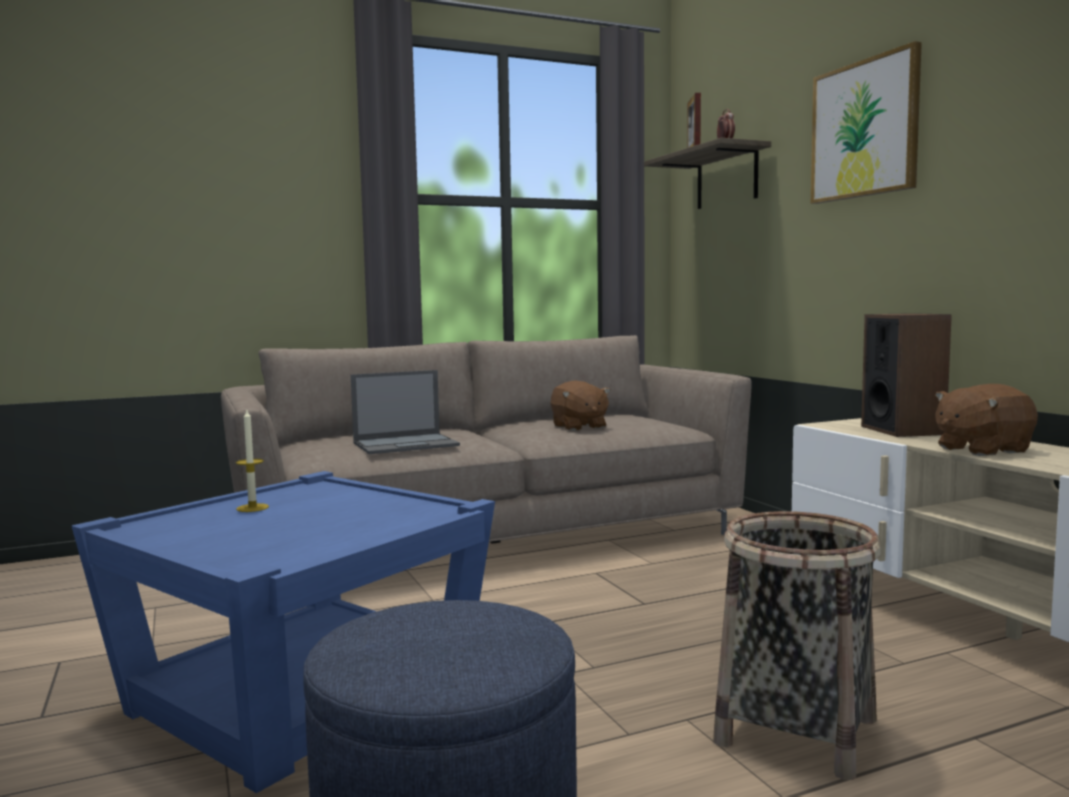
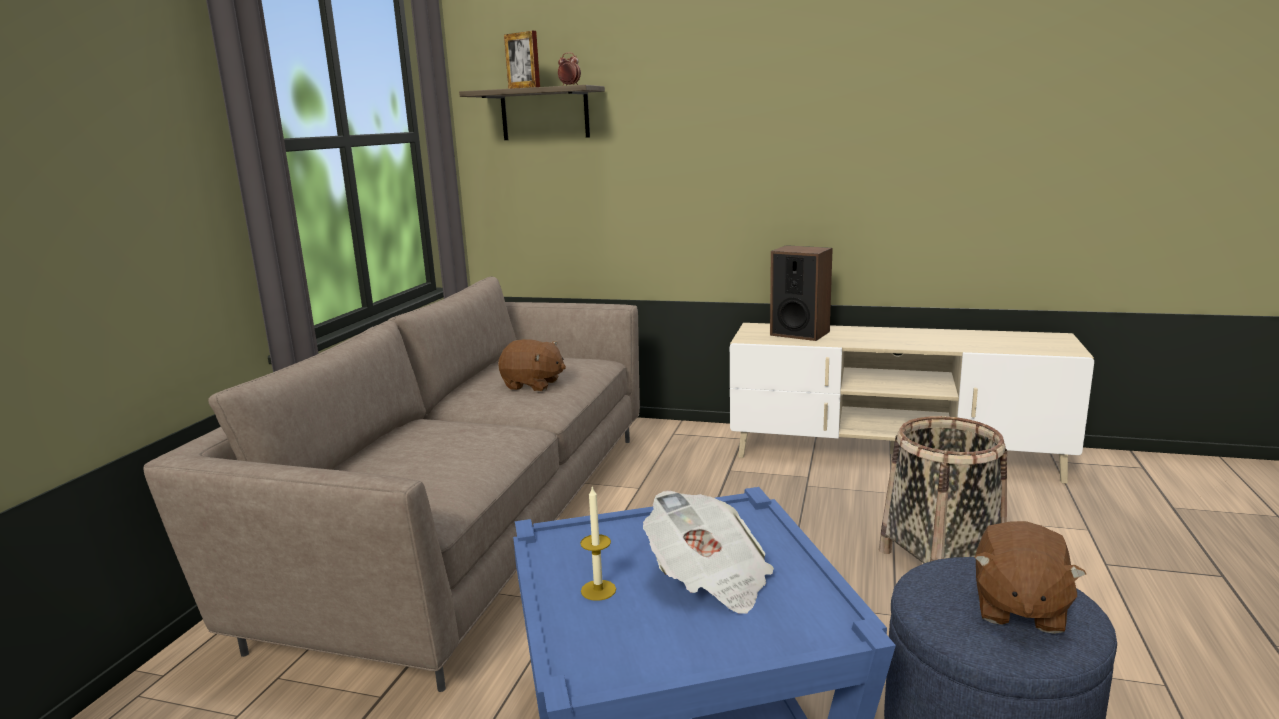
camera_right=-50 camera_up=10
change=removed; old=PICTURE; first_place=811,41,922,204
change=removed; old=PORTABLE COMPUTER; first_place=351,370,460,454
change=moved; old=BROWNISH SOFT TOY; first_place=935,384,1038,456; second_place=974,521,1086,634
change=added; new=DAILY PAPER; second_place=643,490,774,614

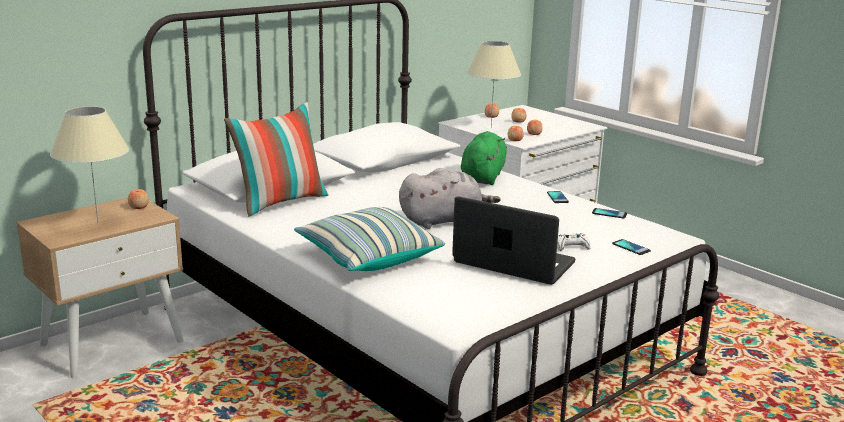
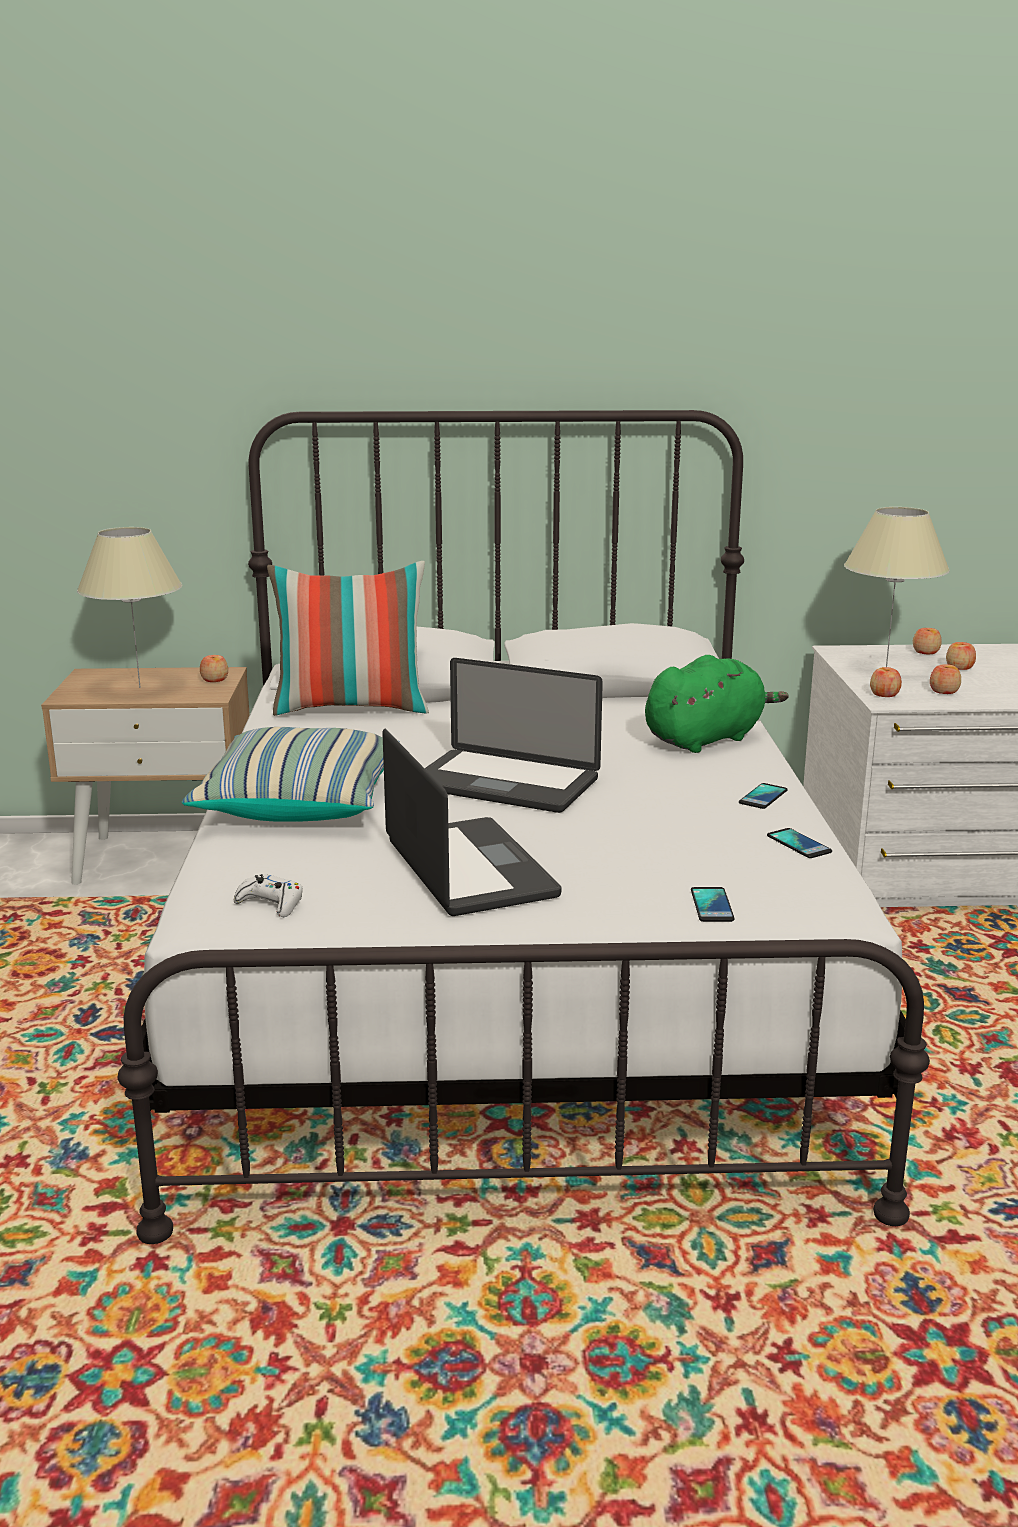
camera_right=40 camera_up=0
change=replaced; old=GREY SOFT TOY; new=PORTABLE COMPUTER; first_place=399,168,501,229; second_place=425,658,603,813
change=moved; old=WHITE JOYPAD; first_place=557,233,591,251; second_place=234,874,303,917

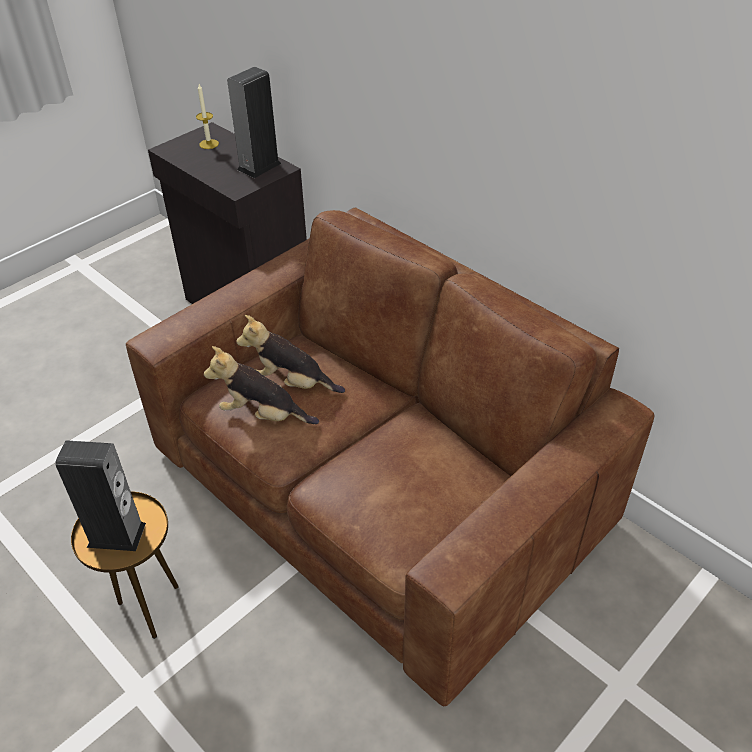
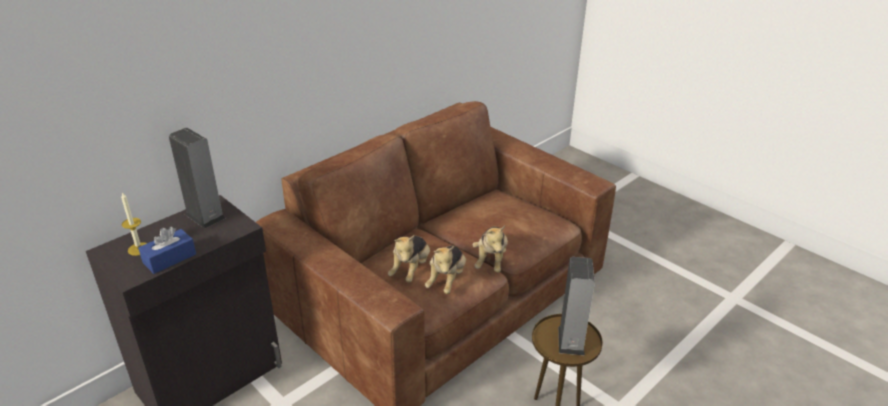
camera_right=-90 camera_up=-10
change=added; new=SOFT TOY; second_place=473,225,508,273
change=added; new=BLUE-COLOURED TISSUE BOX; second_place=138,227,196,274

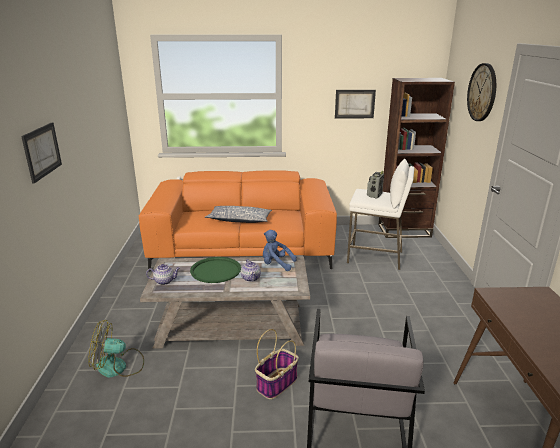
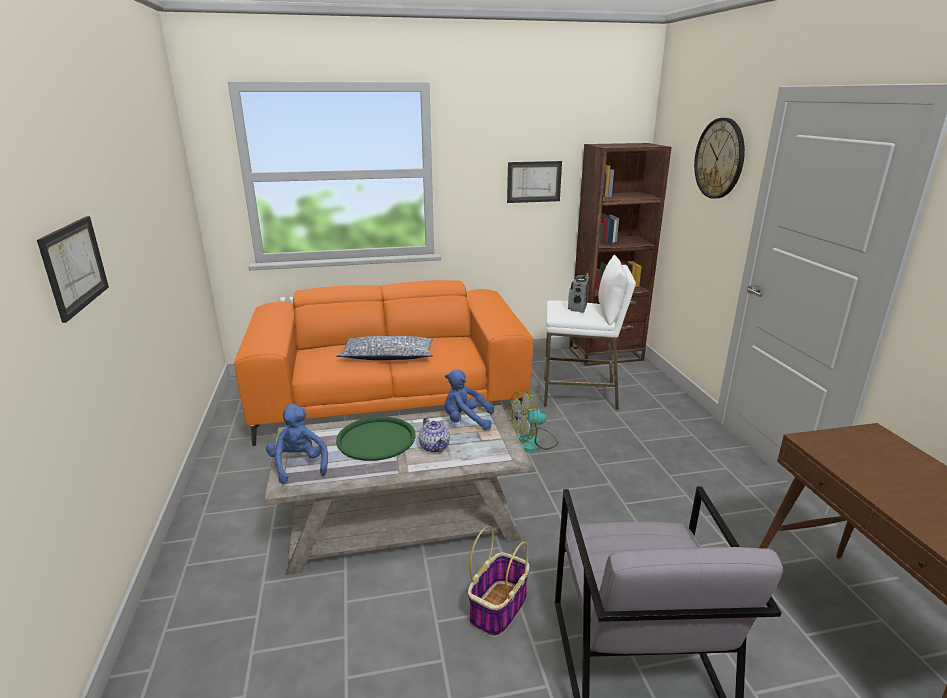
camera_right=-10 camera_up=0
change=replaced; old=POT FOR TEA; new=BLUE-COLOURED SOFT TOY; first_place=146,264,180,285; second_place=266,404,328,484
change=moved; old=COOLING FAN; first_place=88,320,144,378; second_place=508,389,558,452

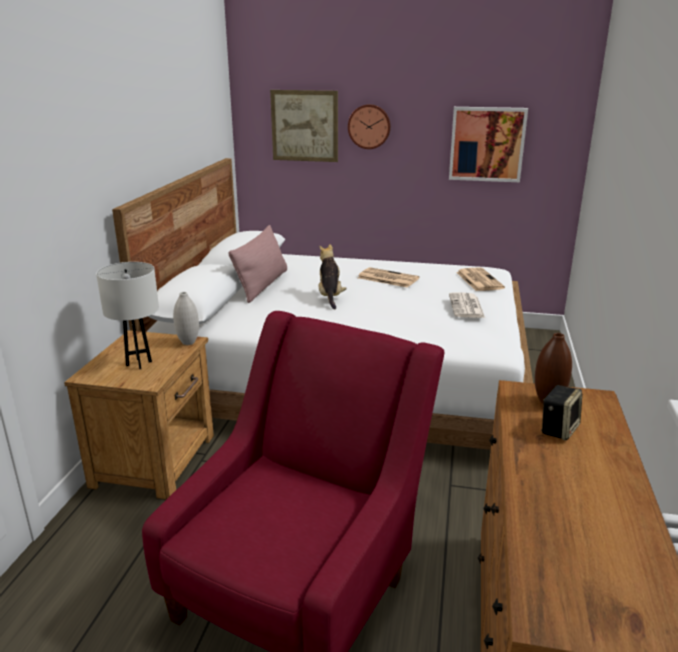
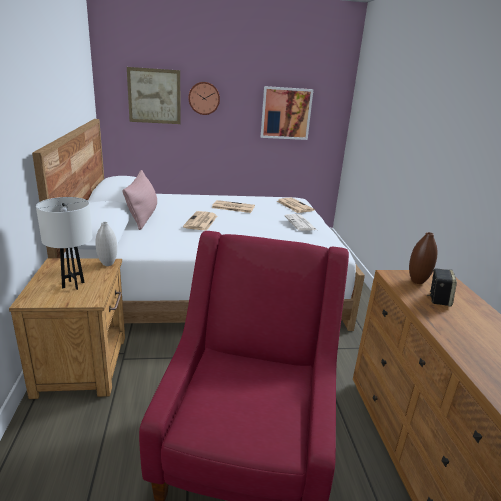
camera_right=-20 camera_up=0
change=replaced; old=SOFT TOY; new=DAILY PAPER; first_place=319,244,347,309; second_place=183,211,217,231

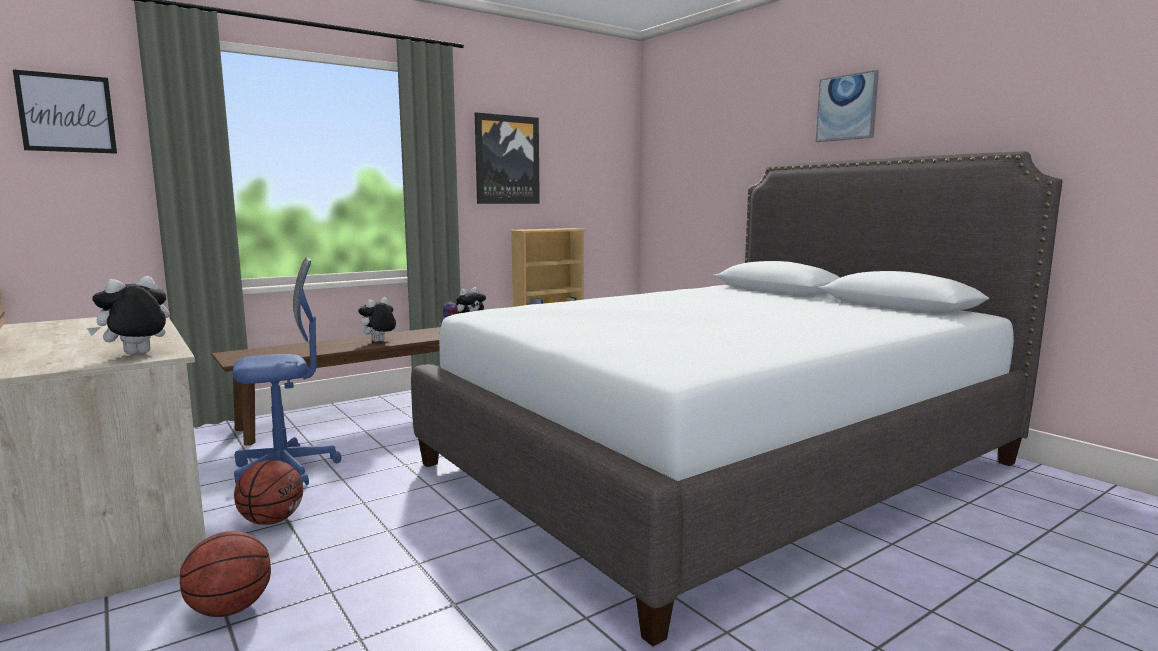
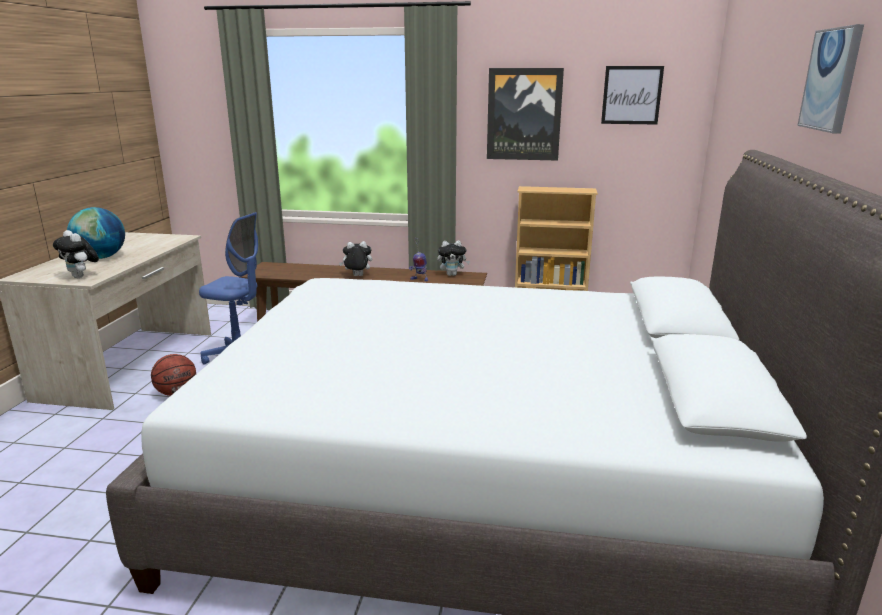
camera_right=45 camera_up=10
change=moved; old=PICTURE; first_place=13,69,117,154; second_place=601,66,664,124
change=turned; old=SOFT TOY; first_place=87,276,170,355; second_place=53,230,99,278; degrees=-135
change=removed; old=BALL FOR BASKETBALL; first_place=180,531,271,617
change=added; new=DESK GLOBE; second_place=67,207,125,259

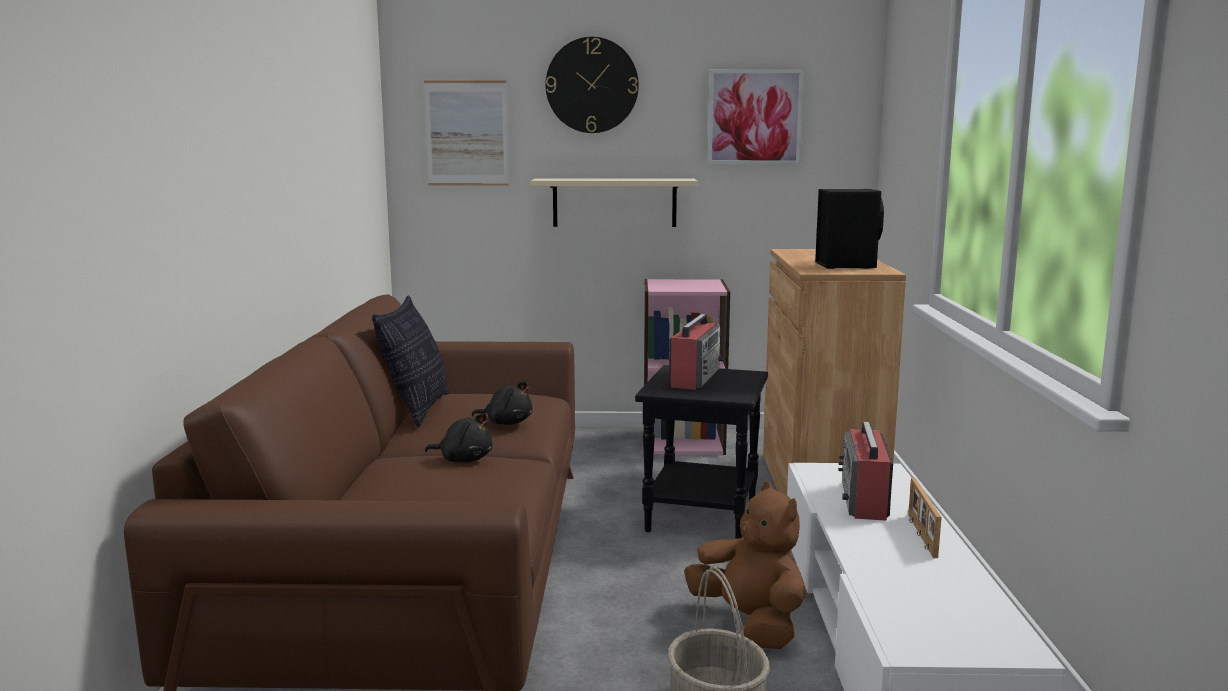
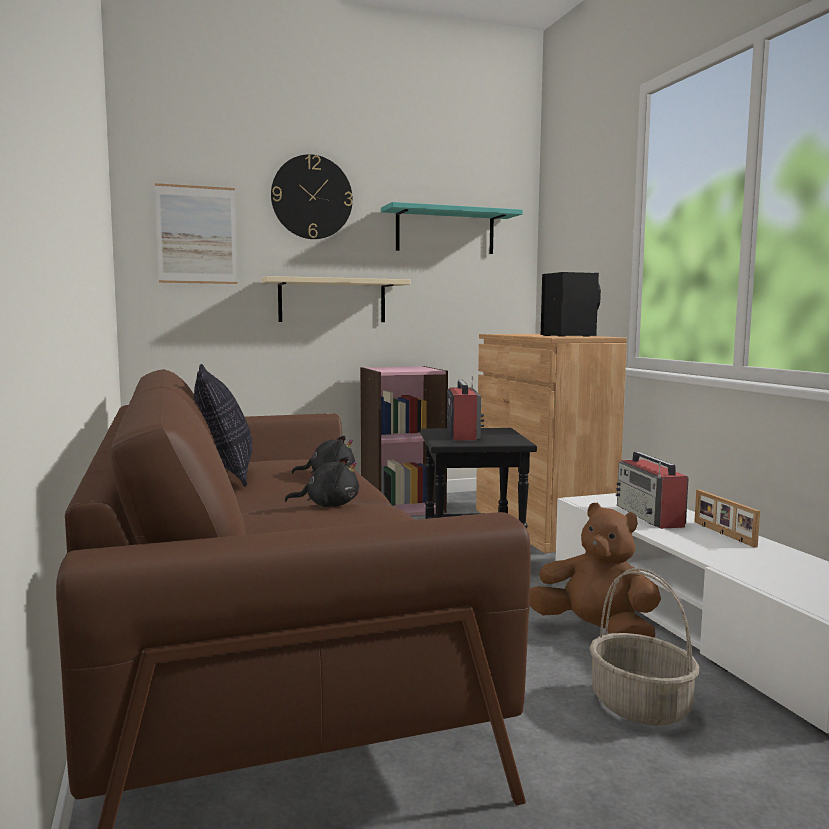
camera_right=-20 camera_up=-5
change=replaced; old=PICTURE; new=TURQUOISE WALL SHELF; first_place=707,69,804,165; second_place=381,202,523,254

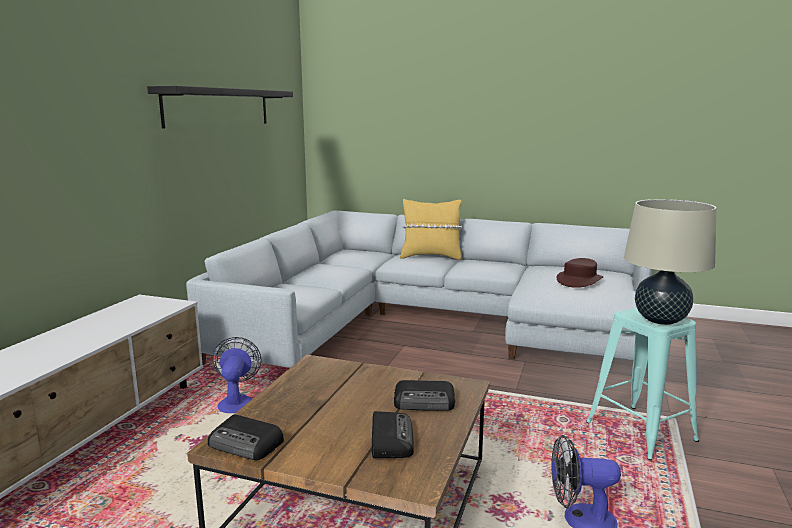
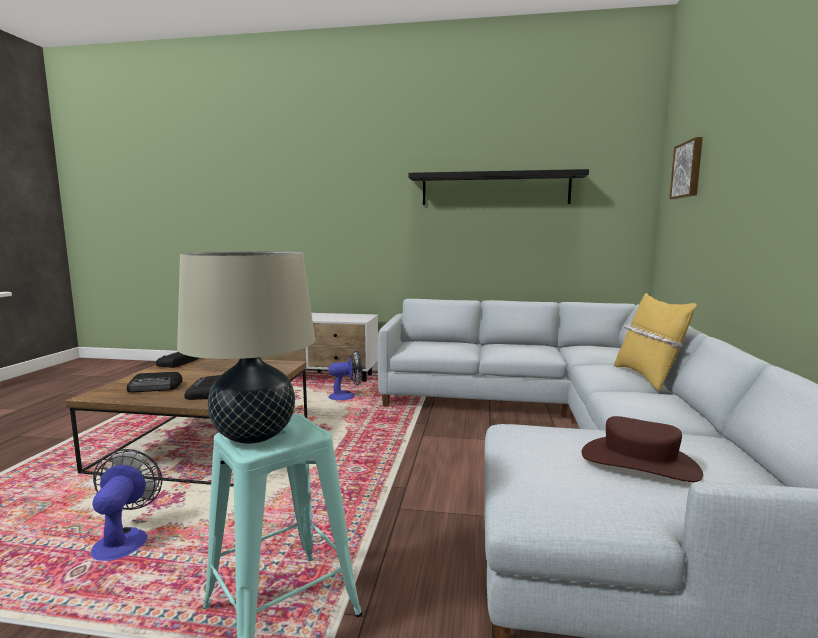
camera_right=80 camera_up=-5
change=added; new=PICTURE; second_place=669,137,703,199

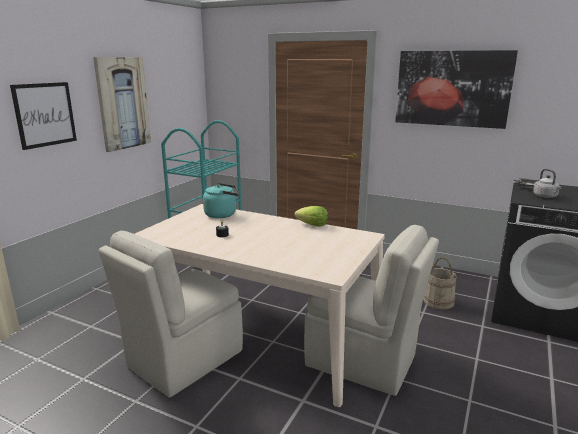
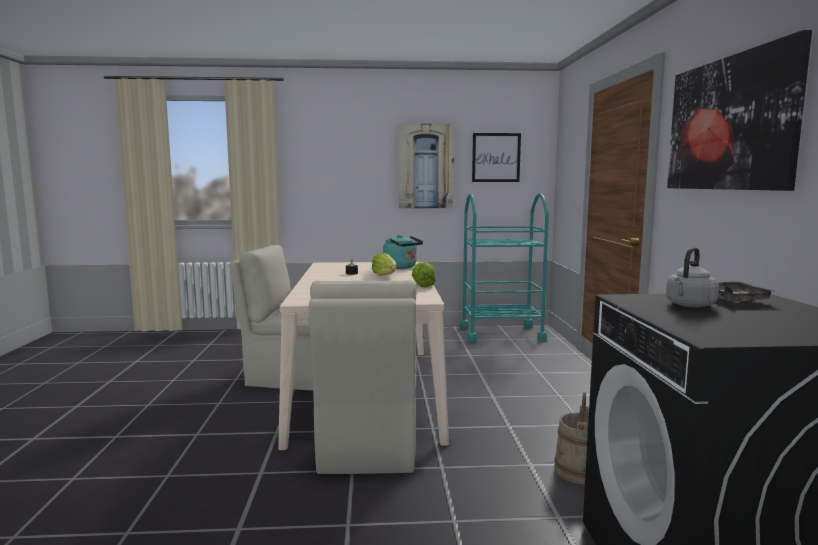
camera_right=60 camera_up=-10
change=moved; old=PICTURE; first_place=10,82,77,150; second_place=472,133,521,182
change=added; new=HEAD OF LETTUCE; second_place=372,253,397,276

